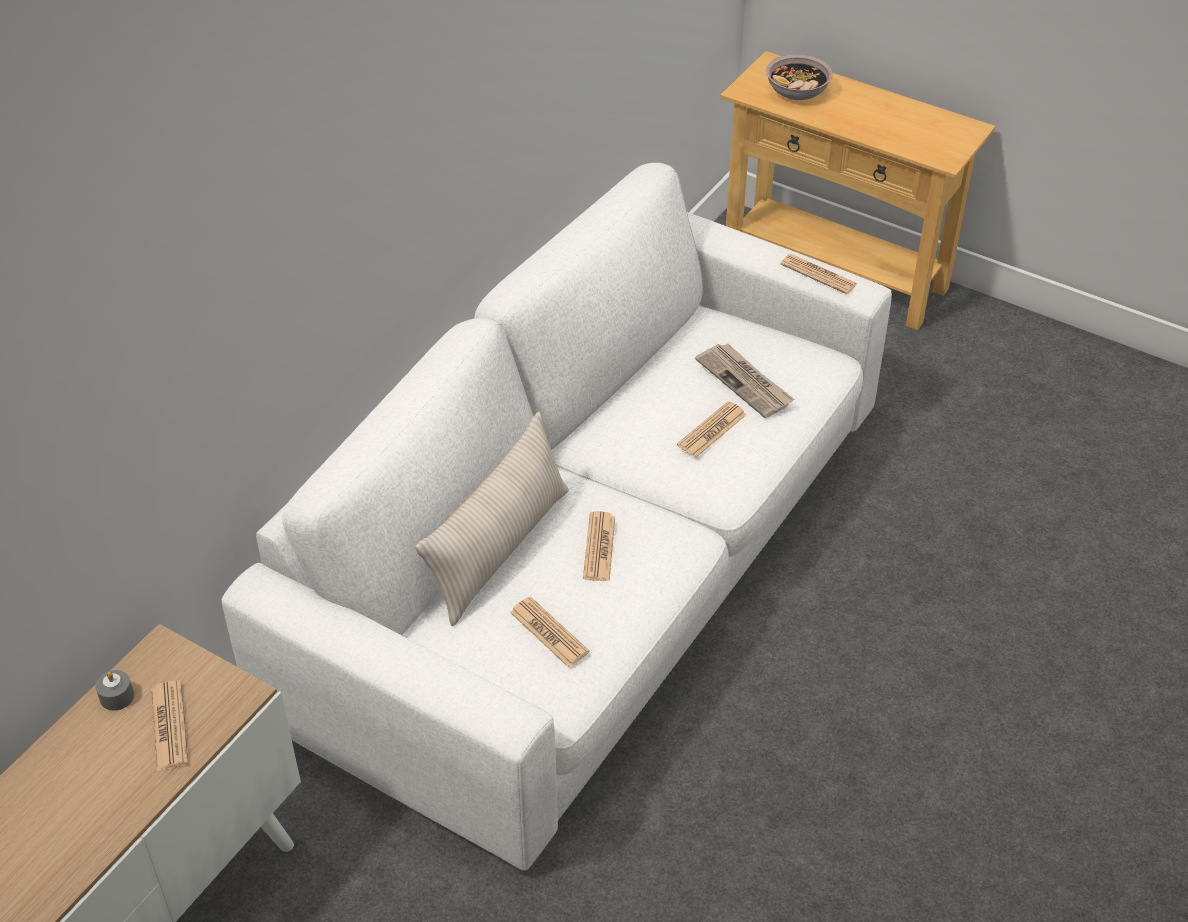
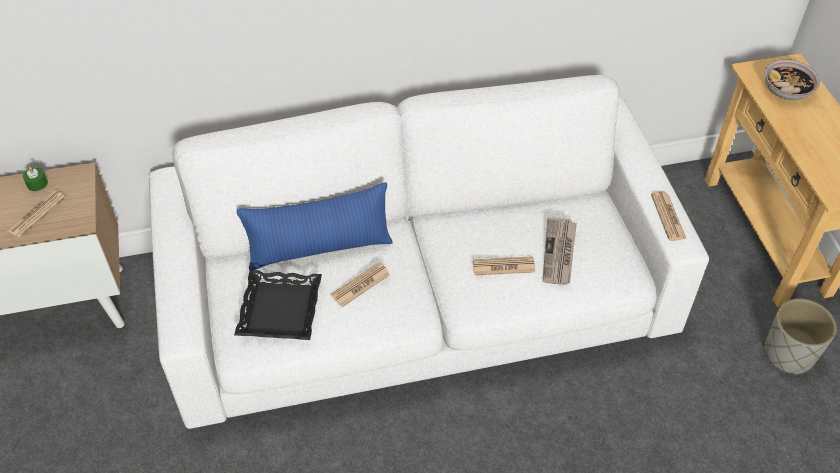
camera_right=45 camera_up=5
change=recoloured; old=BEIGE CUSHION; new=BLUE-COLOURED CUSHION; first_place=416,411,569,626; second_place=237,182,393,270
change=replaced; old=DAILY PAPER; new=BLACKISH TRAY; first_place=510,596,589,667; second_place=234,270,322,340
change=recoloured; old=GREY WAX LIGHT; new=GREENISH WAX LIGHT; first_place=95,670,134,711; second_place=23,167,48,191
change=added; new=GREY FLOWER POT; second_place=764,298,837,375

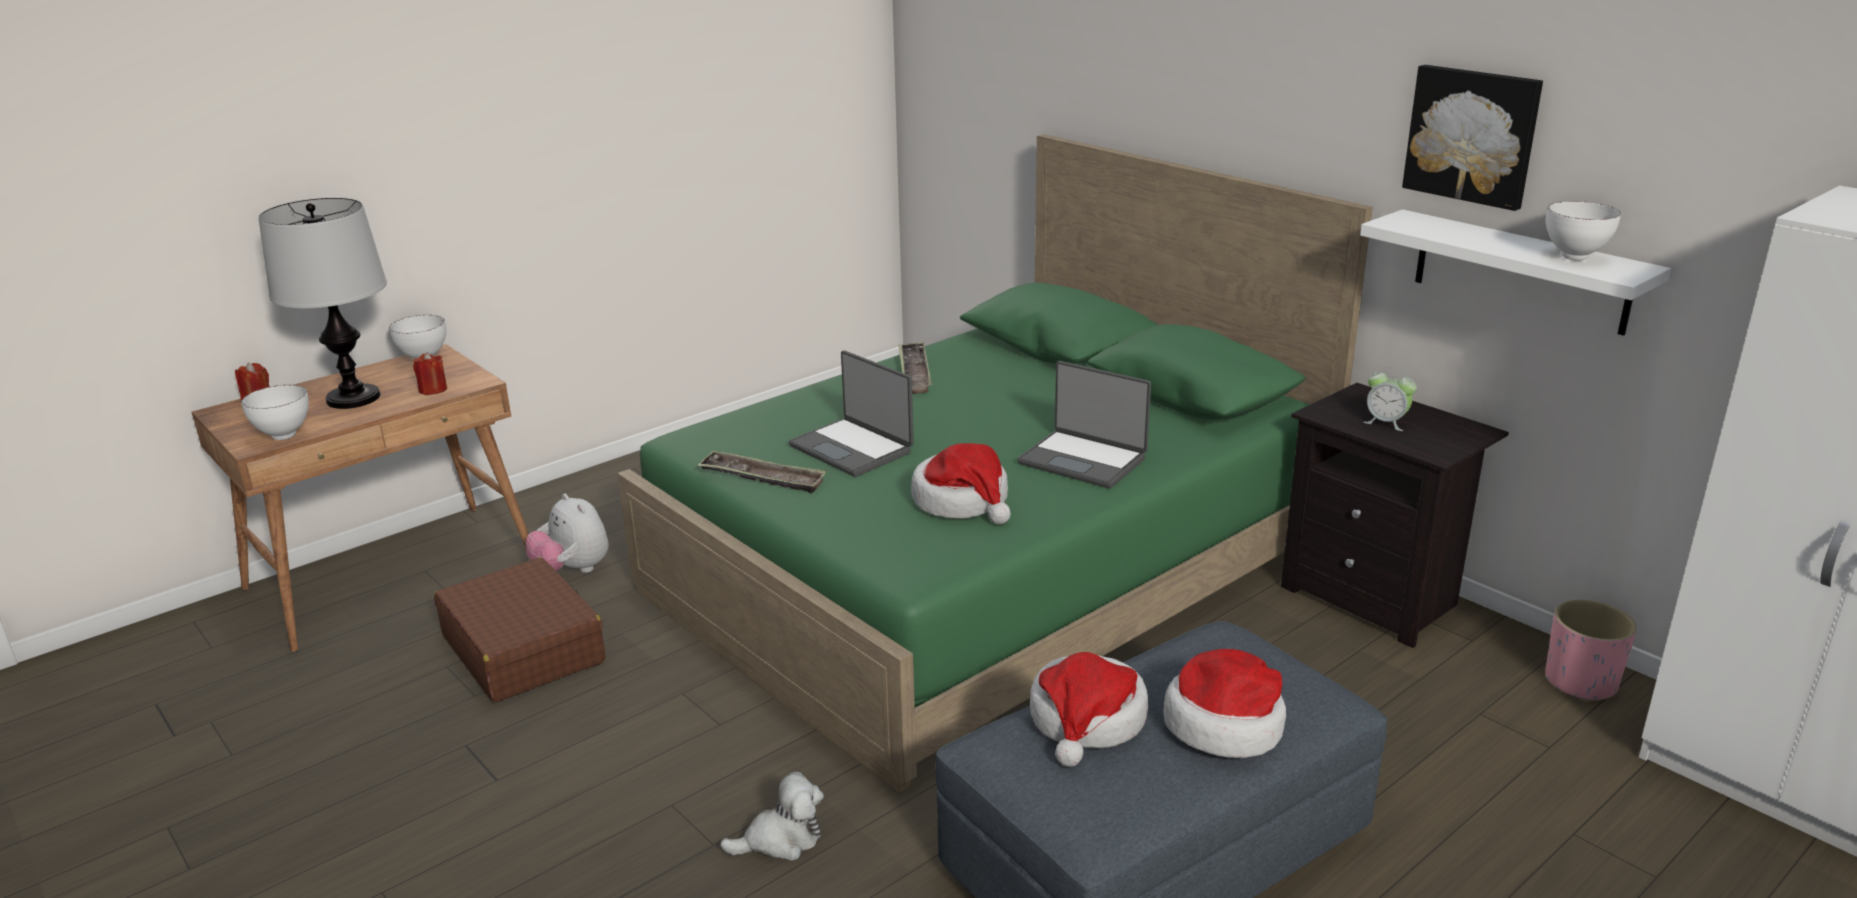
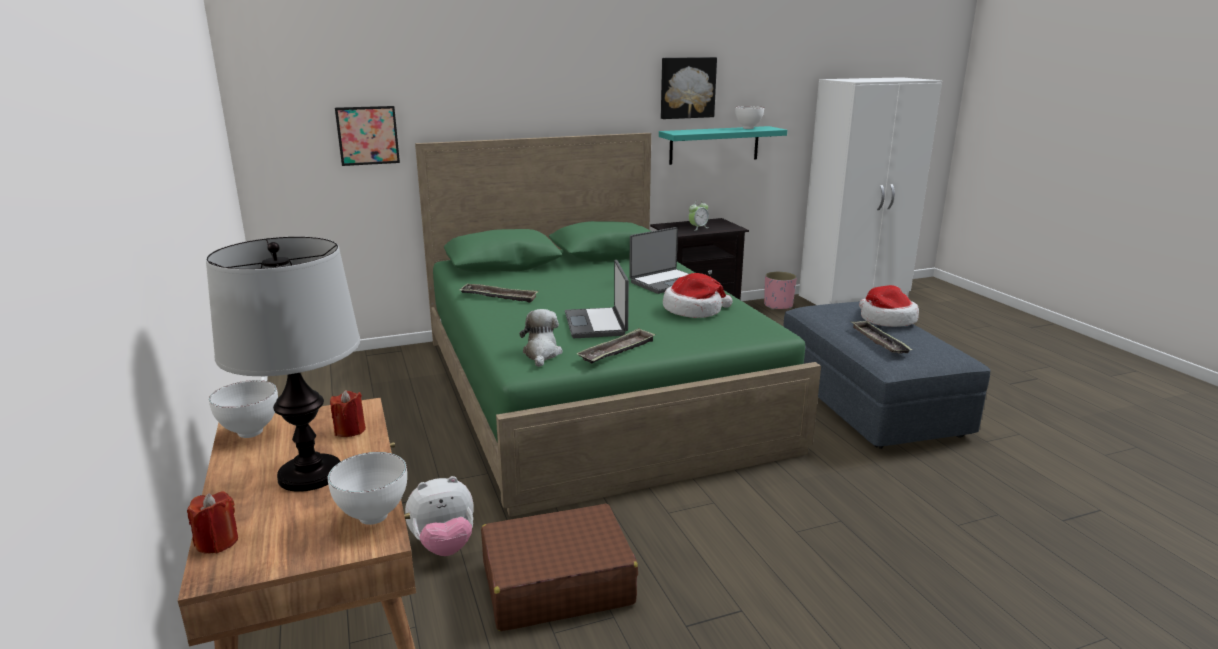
camera_right=-70 camera_up=-5
change=recoloured; old=WHITE WALL SHELF; new=TURQUOISE WALL SHELF; first_place=1360,209,1671,336; second_place=659,126,787,165
change=turned; old=PORTABLE COMPUTER; first_place=788,350,914,477; second_place=565,260,629,338; degrees=105
change=replaced; old=HAT; new=TRAY; first_place=1030,652,1148,767; second_place=851,321,912,354
change=moved; old=SOFT TOY; first_place=720,772,824,861; second_place=519,309,563,367
change=added; new=PICTURE; second_place=335,106,400,166

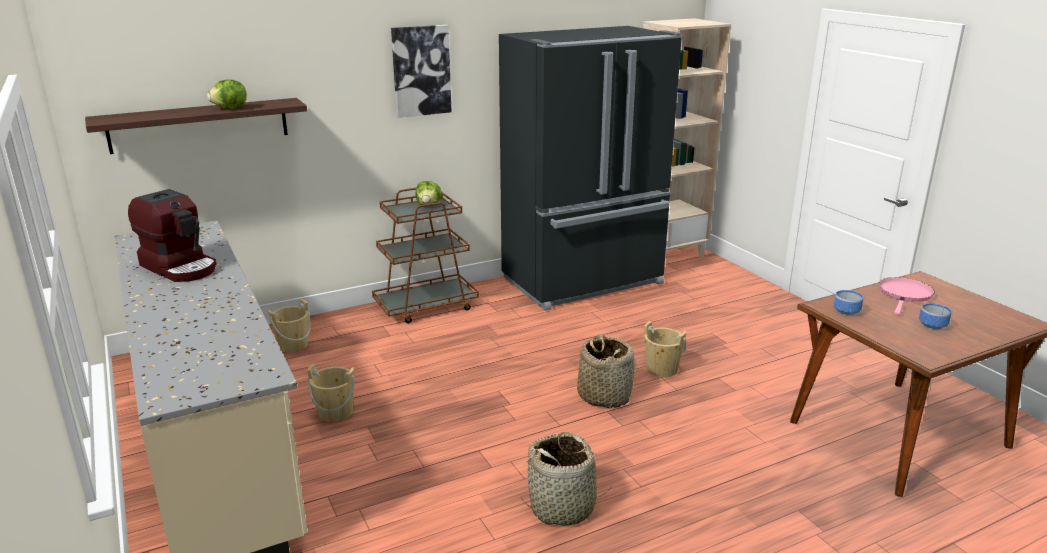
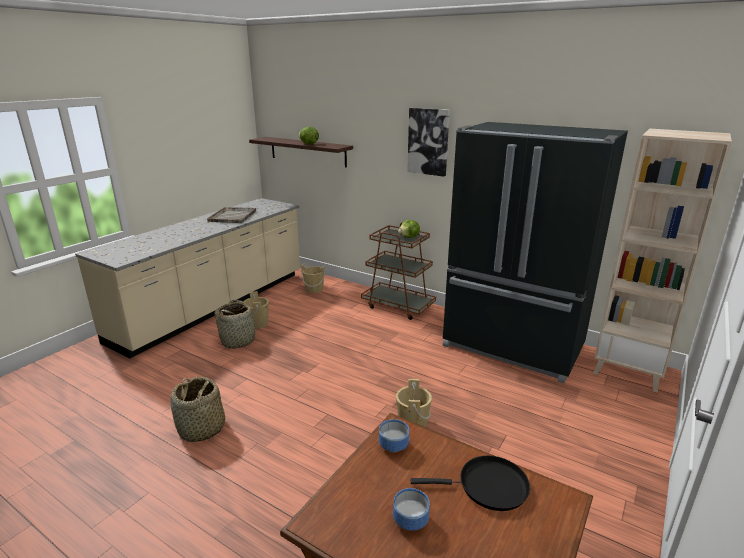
camera_right=60 camera_up=0
change=replaced; old=COFFEE MAKER; new=GREY TRAY; first_place=128,189,216,282; second_place=207,207,256,223
change=recoloured; old=PINK-COLOURED SKILLET; new=BLACKISH SKILLET; first_place=879,277,935,315; second_place=411,455,530,511
change=moved; old=STORAGE BASKET; first_place=577,334,635,408; second_place=214,300,261,349

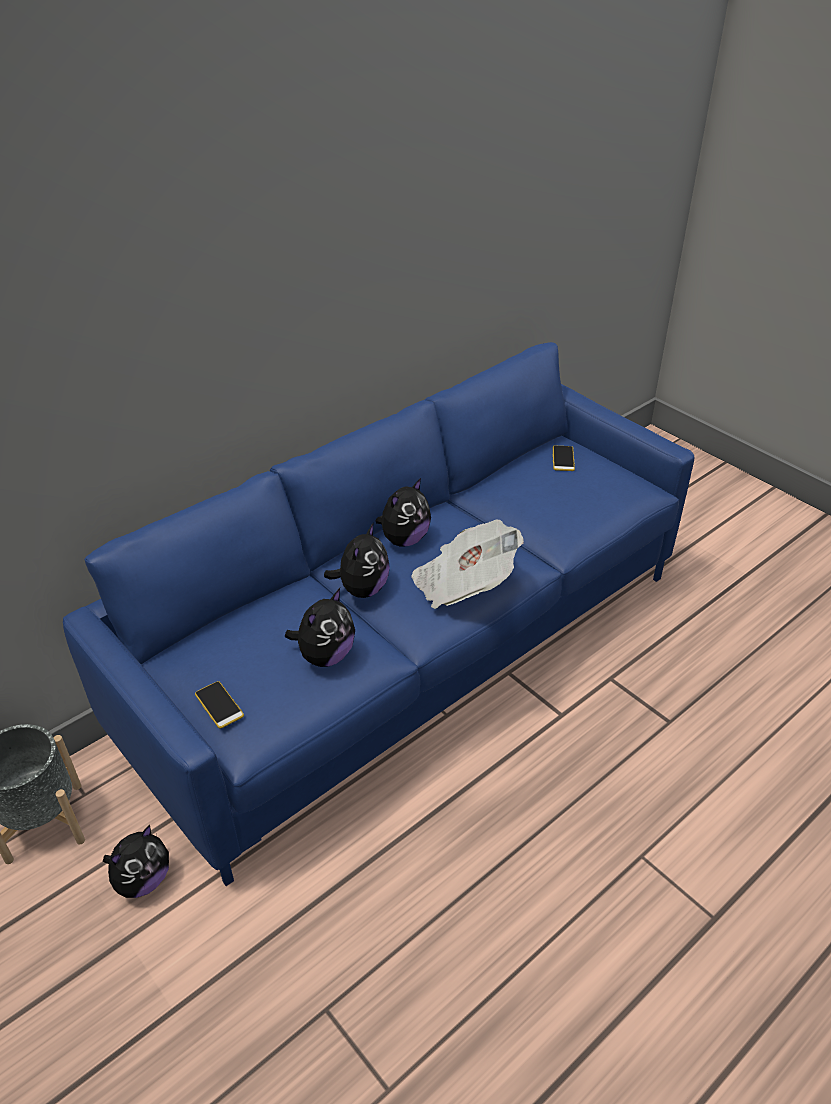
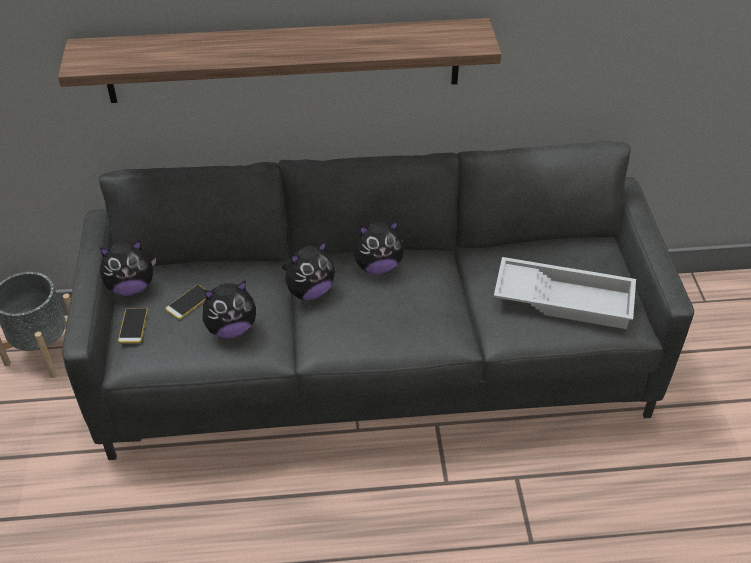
camera_right=35 camera_up=5
change=recoloured; old=BLUE-COLOURED SOFA; new=GREY SOFA; first_place=63,342,694,886; second_place=62,141,694,460
change=moved; old=TELEPHONE; first_place=553,446,575,471; second_place=165,285,206,319
change=removed; old=DAILY PAPER; first_place=411,520,524,609
change=moved; old=SOFT TOY; first_place=103,825,169,898; second_place=100,240,156,296
change=added; new=WALL SHELF; second_place=58,18,501,103
change=added; new=WHITE TRAY; second_place=494,257,636,329

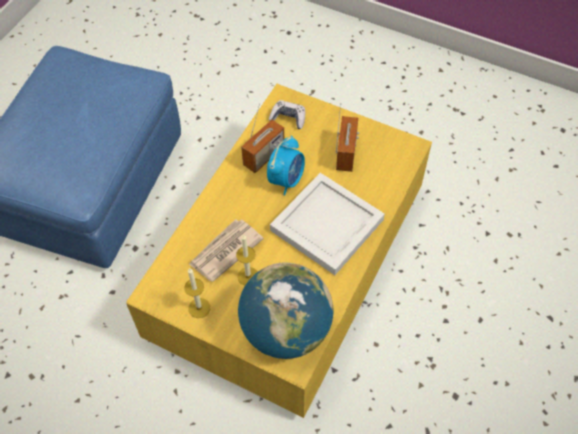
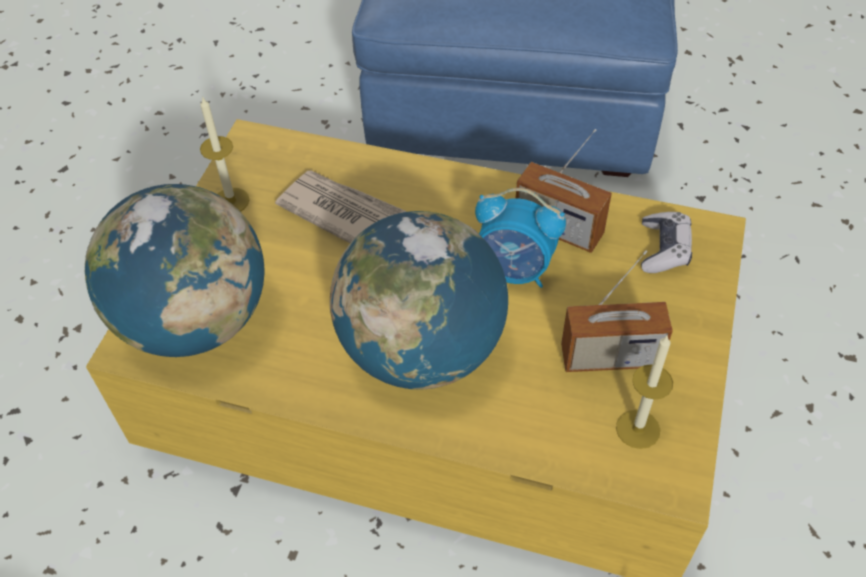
camera_right=80 camera_up=-5
change=replaced; old=WHITE TRAY; new=DESK GLOBE; first_place=270,173,385,275; second_place=330,211,508,389
change=moved; old=WAX LIGHT; first_place=236,234,258,286; second_place=616,335,673,449

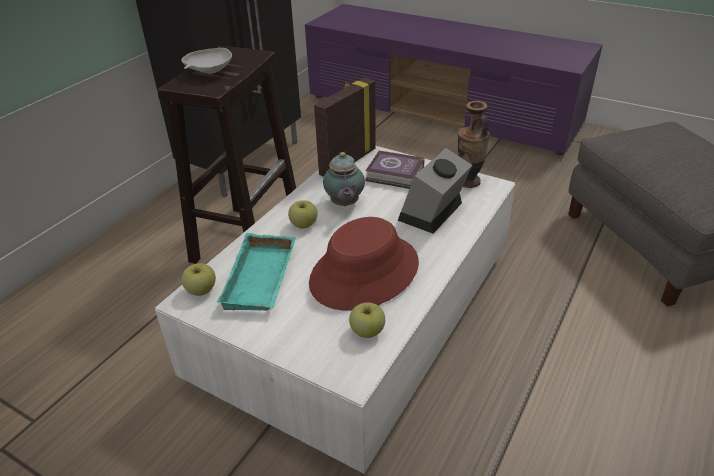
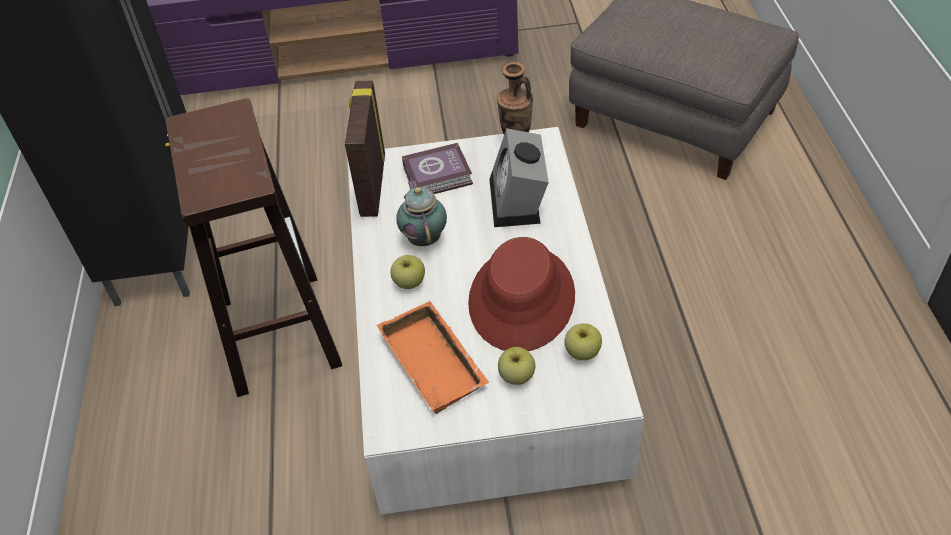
camera_right=-35 camera_up=10
change=removed; old=WHITE SERVING BOWL; first_place=181,48,232,74
change=turned; old=POT FOR TEA; first_place=323,152,365,206; second_place=396,180,447,246; degrees=-150
change=recoloured; old=TURQUOISE TRAY; new=ORANGE-COLOURED TRAY; first_place=217,233,296,311; second_place=377,301,489,414
change=moved; old=APPLE FRUIT; first_place=182,263,216,296; second_place=498,347,535,385

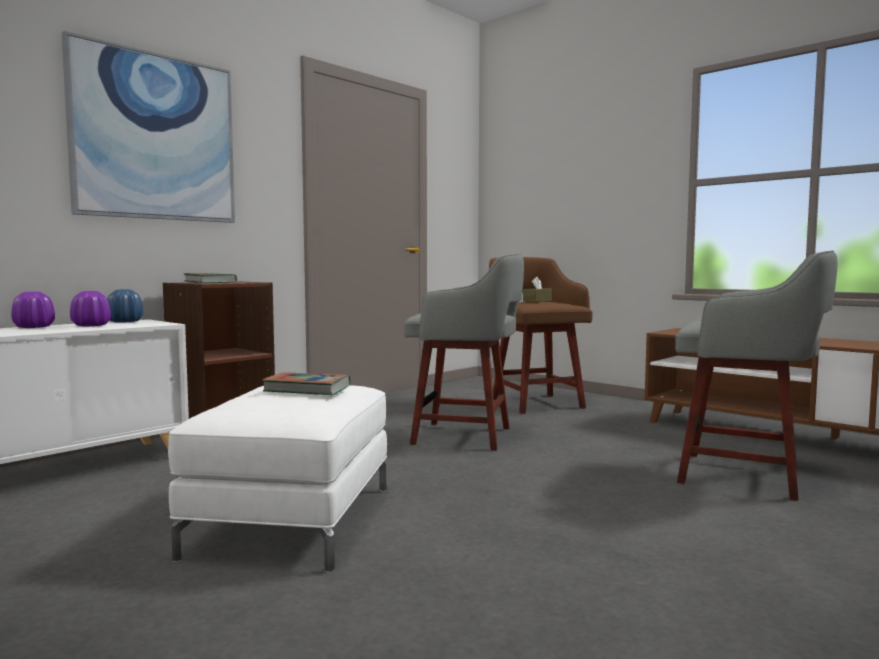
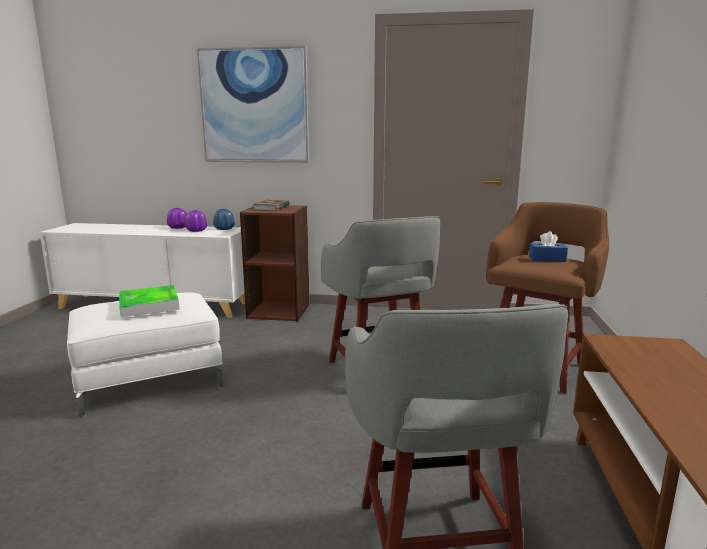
camera_right=55 camera_up=10
change=recoloured; old=BROWNISH TISSUE BOX; new=BLUE-COLOURED TISSUE BOX; first_place=523,277,552,302; second_place=529,231,568,262
change=replaced; old=BOUND BOOK; new=TRAY; first_place=262,372,350,395; second_place=119,285,180,317

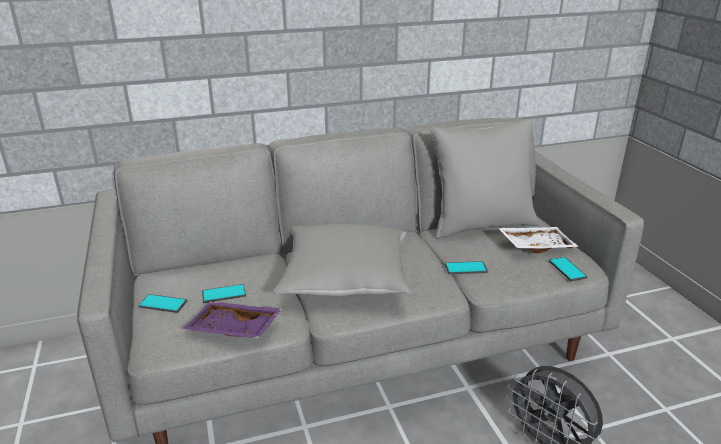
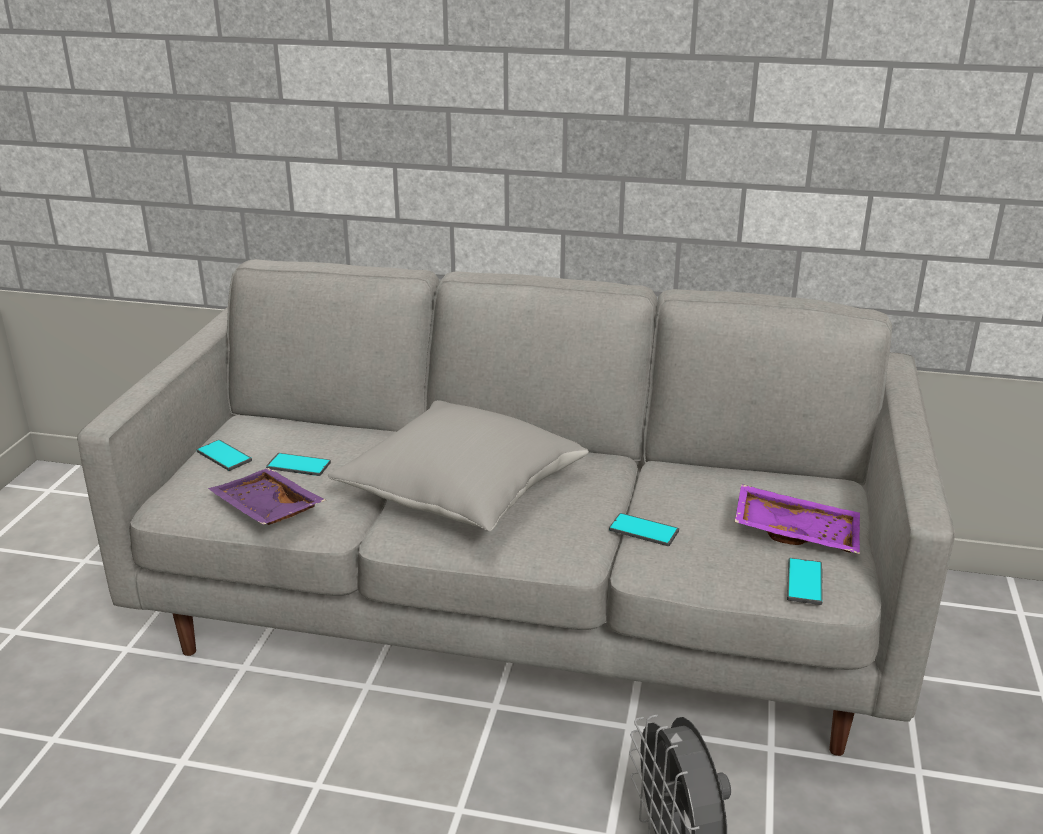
camera_right=30 camera_up=0
change=removed; old=GREY CUSHION; first_place=430,119,539,239
change=recoloured; old=WHITE TRAY; new=PURPLE TRAY; first_place=498,227,578,253; second_place=735,484,860,554

